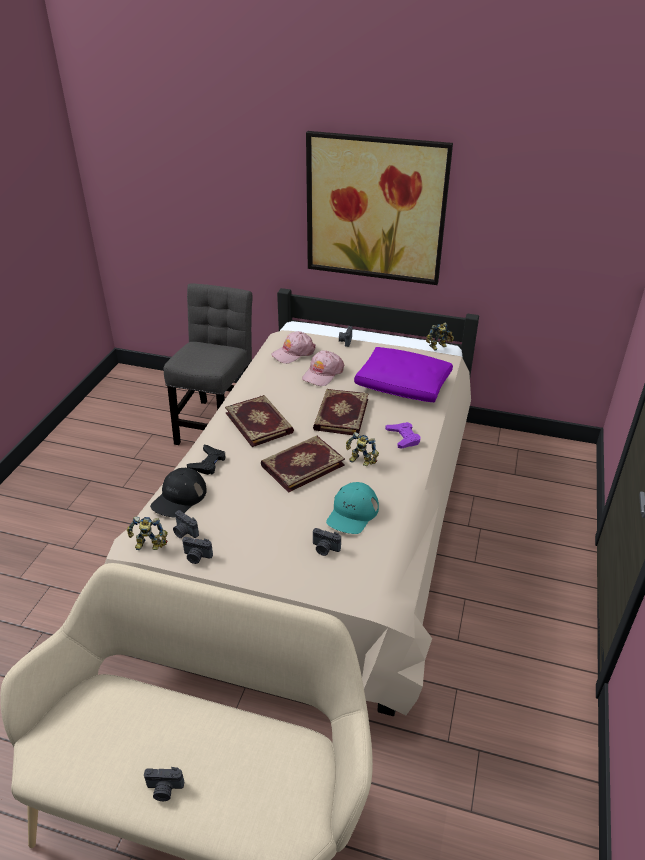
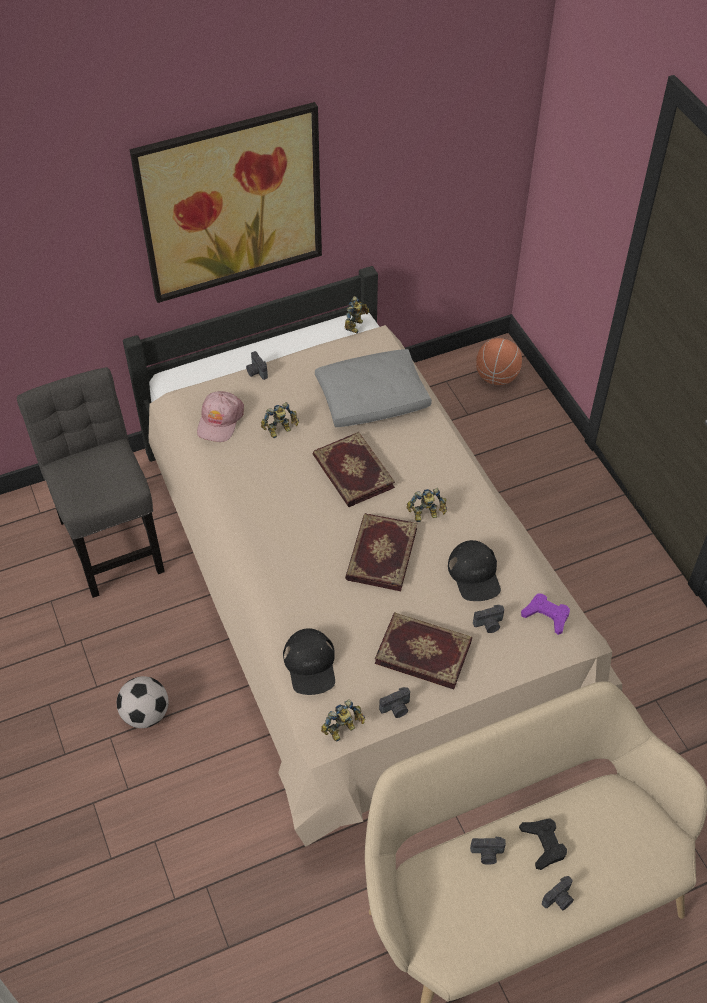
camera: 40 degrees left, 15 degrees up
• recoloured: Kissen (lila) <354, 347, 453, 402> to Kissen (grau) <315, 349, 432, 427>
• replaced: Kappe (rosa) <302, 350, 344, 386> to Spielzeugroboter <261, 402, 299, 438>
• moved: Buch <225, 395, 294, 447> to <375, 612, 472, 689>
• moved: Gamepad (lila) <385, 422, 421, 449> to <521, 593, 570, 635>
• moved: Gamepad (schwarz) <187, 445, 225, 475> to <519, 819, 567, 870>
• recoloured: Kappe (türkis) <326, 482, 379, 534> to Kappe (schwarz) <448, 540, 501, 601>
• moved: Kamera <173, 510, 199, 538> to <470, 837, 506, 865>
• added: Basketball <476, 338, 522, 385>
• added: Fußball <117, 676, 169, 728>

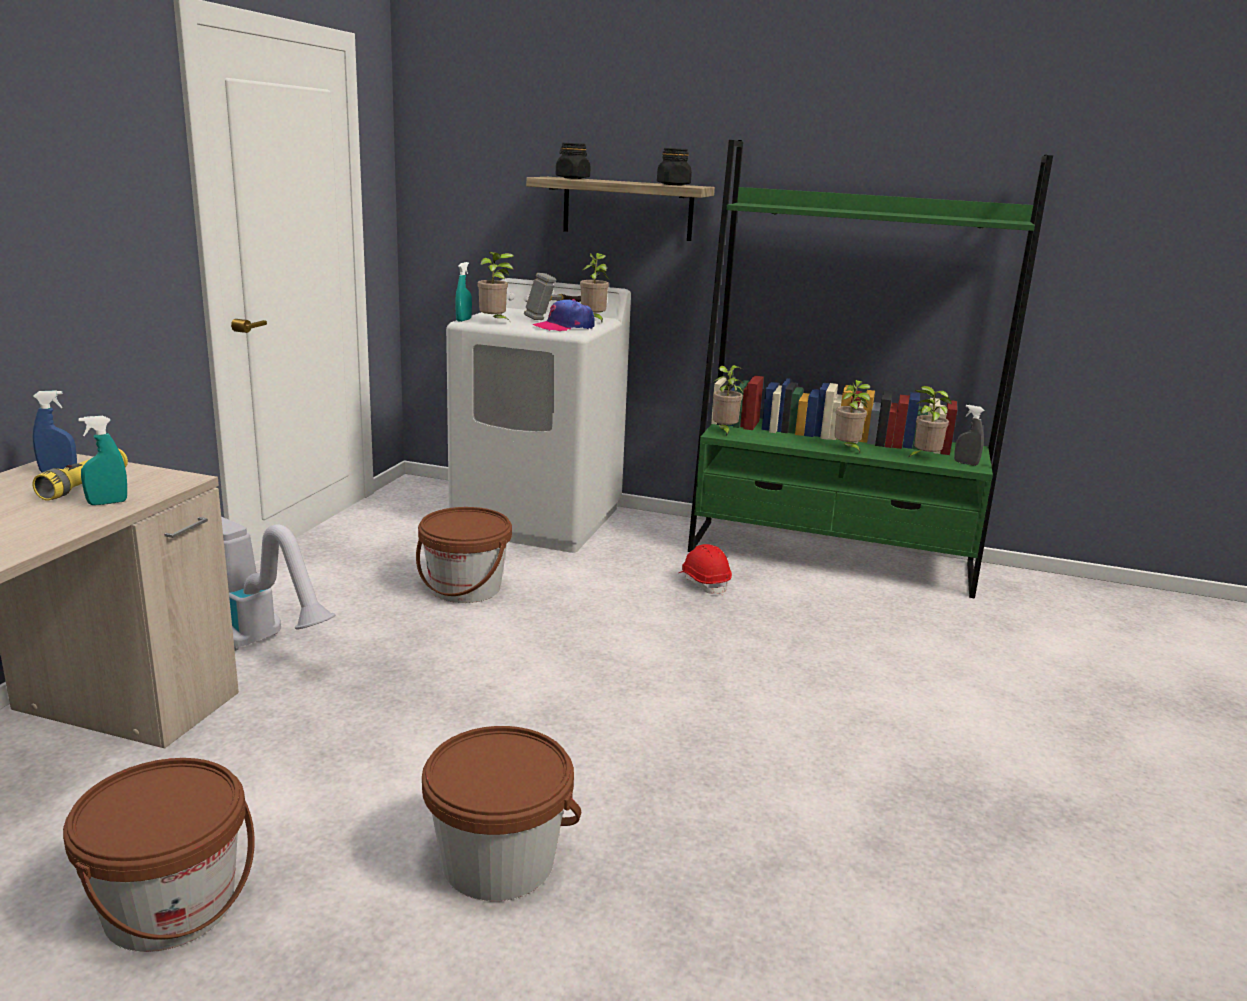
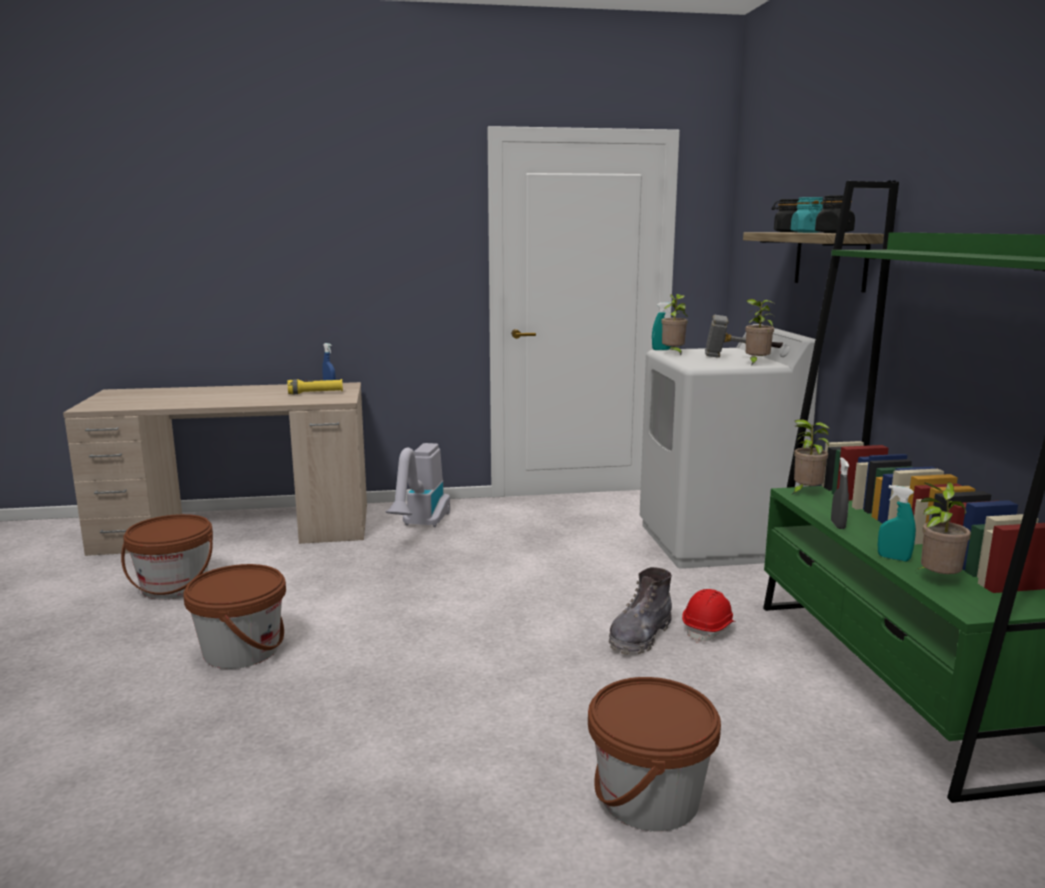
camera: 65 degrees right, 5 degrees down
• removed: Kappe <532, 299, 595, 331>
• removed: Topfpflanze <834, 380, 870, 453>
• moved: Sprühflasche (grau) <954, 405, 984, 466> to <831, 458, 849, 529>
• moved: Sprühflasche (türkis) <78, 416, 127, 505> to <878, 485, 916, 561>
• moved: Eimer (braun) <416, 507, 512, 603> to <588, 677, 721, 832>
• added: Vorratsglas (türkis) <791, 197, 823, 233>
• added: Stiefel (grau) <609, 567, 672, 655>

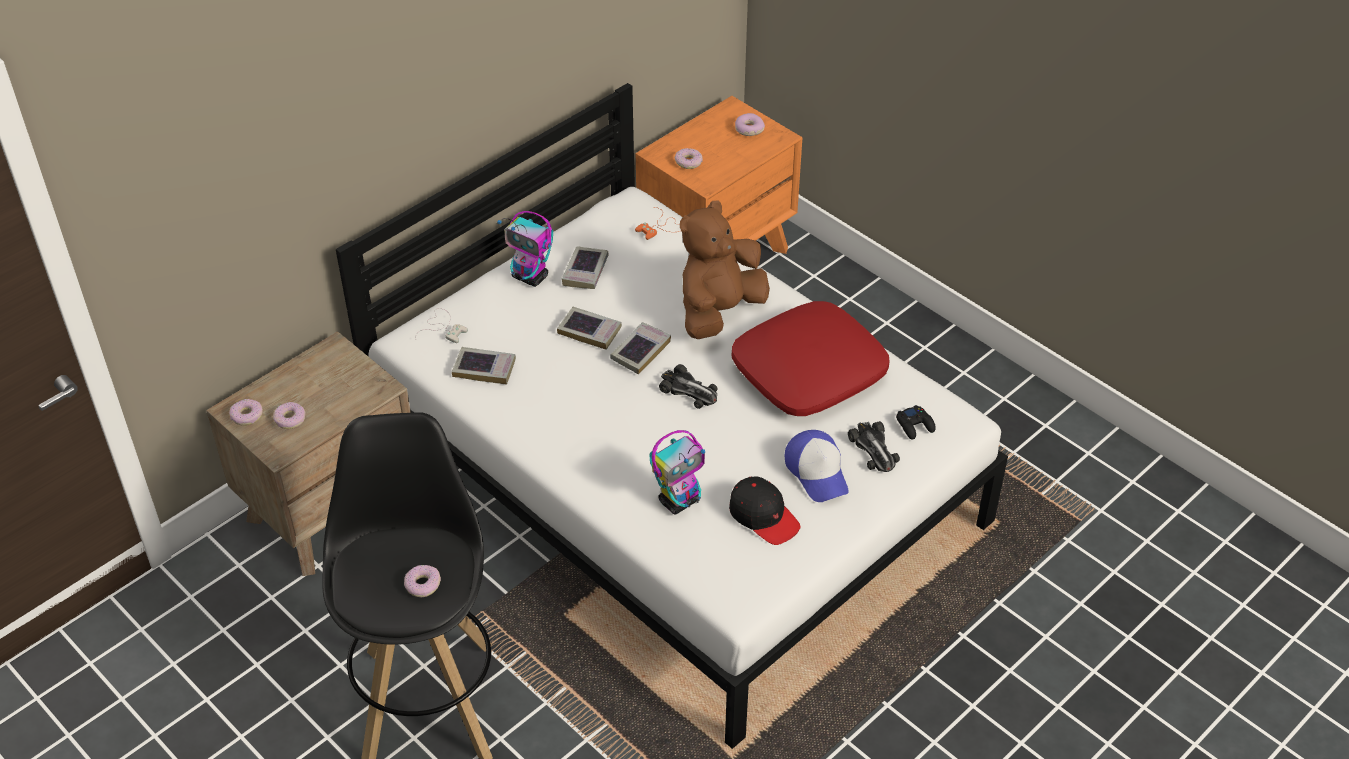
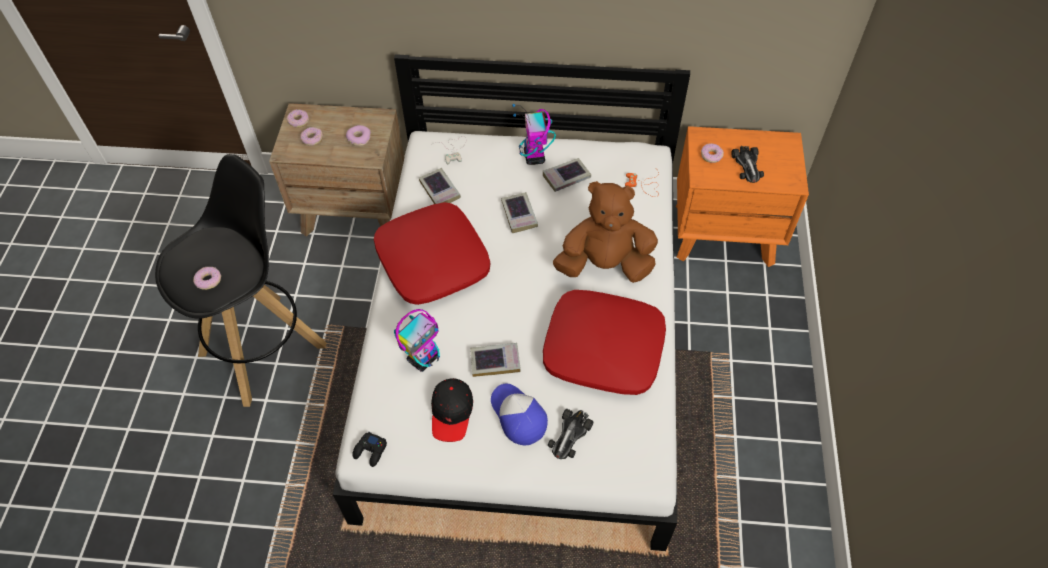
camera: 50 degrees right, 10 degrees up
• moved: Donut <735, 113, 765, 136> to <346, 125, 371, 146>
• moved: Buch <610, 322, 671, 375> to <470, 343, 521, 377>
• moved: Spielzeugauto <659, 364, 718, 409> to <731, 146, 764, 183>
• moved: Gamepad (schwarz) <896, 405, 936, 440> to <352, 432, 387, 467>
• turned: Spielzeugroboter <649, 430, 705, 514> = <394, 309, 440, 372> 60 degrees counterclockwise
• turned: Kappe <785, 430, 849, 502> = <491, 384, 548, 445> 120 degrees clockwise
• added: Kissen (rot) <374, 202, 491, 305>

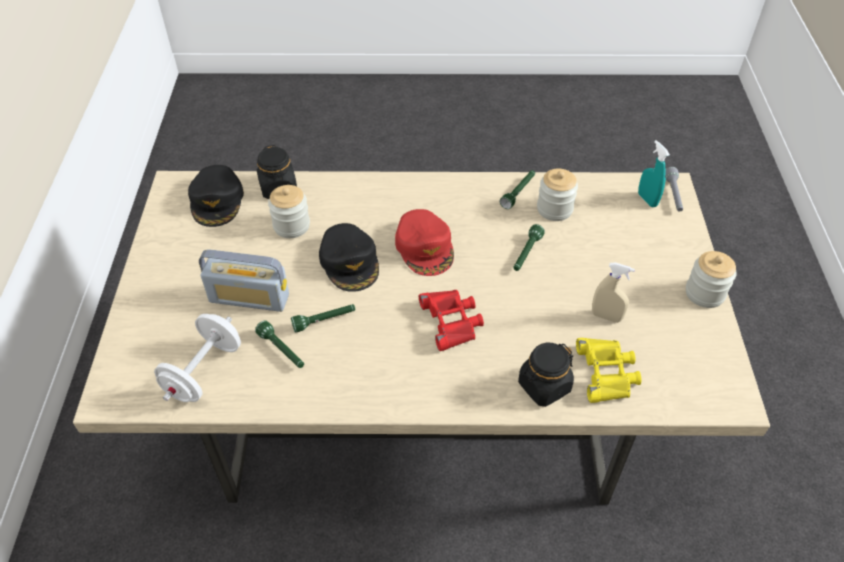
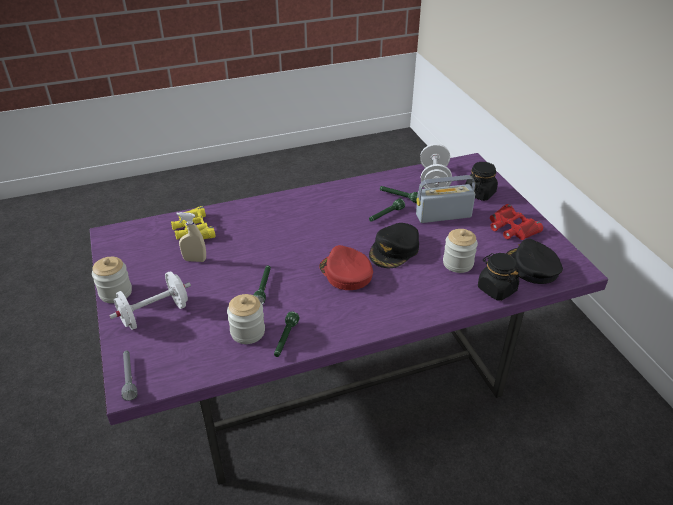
camera: 160 degrees right, 10 degrees down
• removed: Sprühflasche (türkis) <638, 140, 670, 207>
• recoloured: Esstisch (beige) <73, 171, 770, 505> to Esstisch (lila) <90, 153, 608, 485>
• turned: Kappe (schwarz) <319, 223, 379, 292> = <369, 223, 419, 268> 105 degrees counterclockwise
• moved: Fernglas (rot) <419, 290, 484, 351> to <490, 204, 543, 240>
• moved: Vorratsglas (schwarz) <518, 343, 574, 407> to <466, 162, 498, 201>
• added: Hantel (weiß) <109, 271, 191, 330>

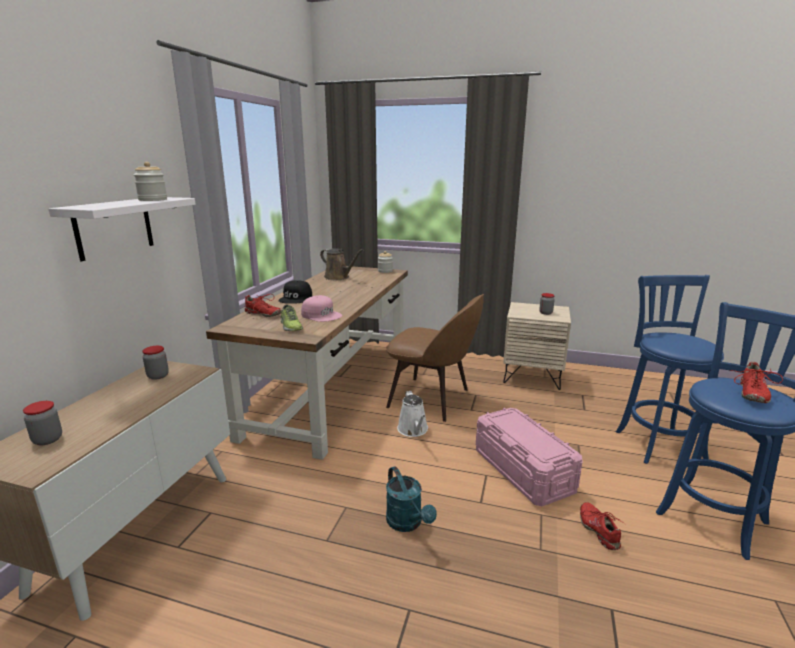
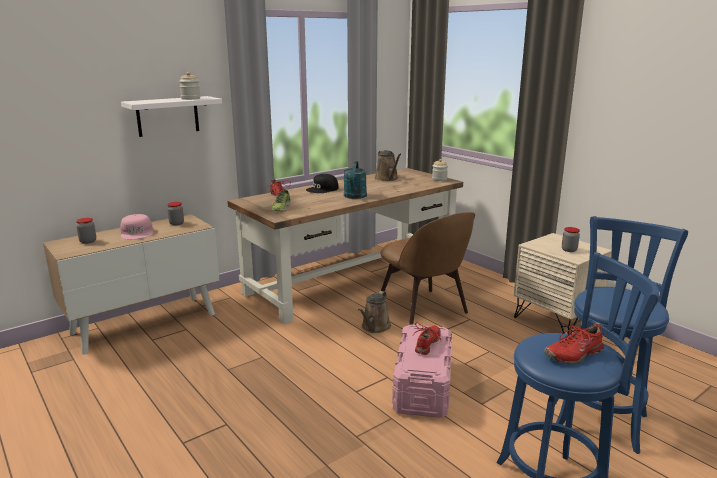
camera: 35 degrees right, 0 degrees up
• moved: Kappe (rosa) <301, 295, 342, 322> to <120, 214, 153, 239>
• recoloured: Gießkanne (weiß) <397, 391, 428, 437> to Gießkanne (braun) <358, 291, 391, 333>
• moved: Gießkanne (türkis) <386, 467, 437, 532> to <343, 162, 367, 199>
• moved: Schuh (rot) <580, 502, 626, 550> to <414, 322, 442, 355>

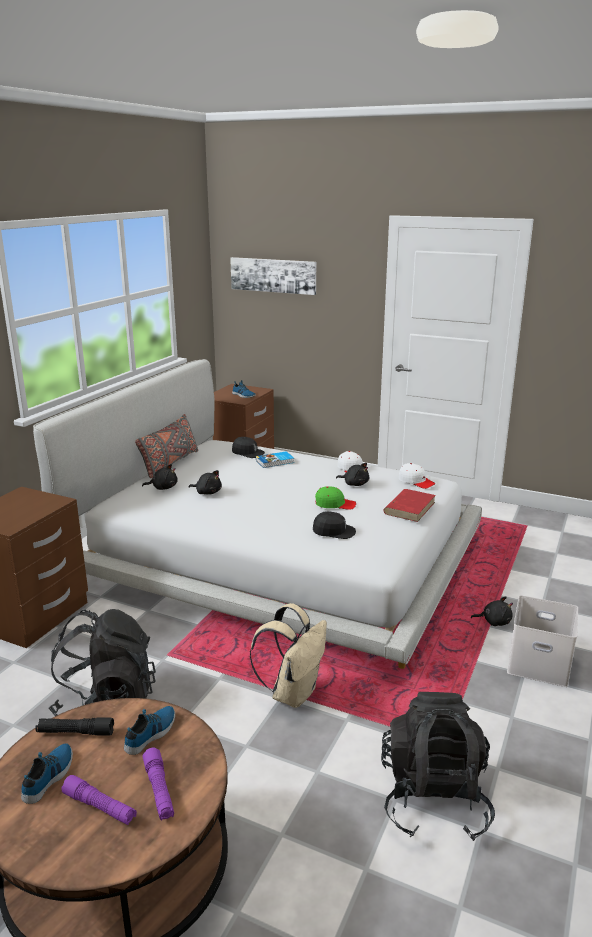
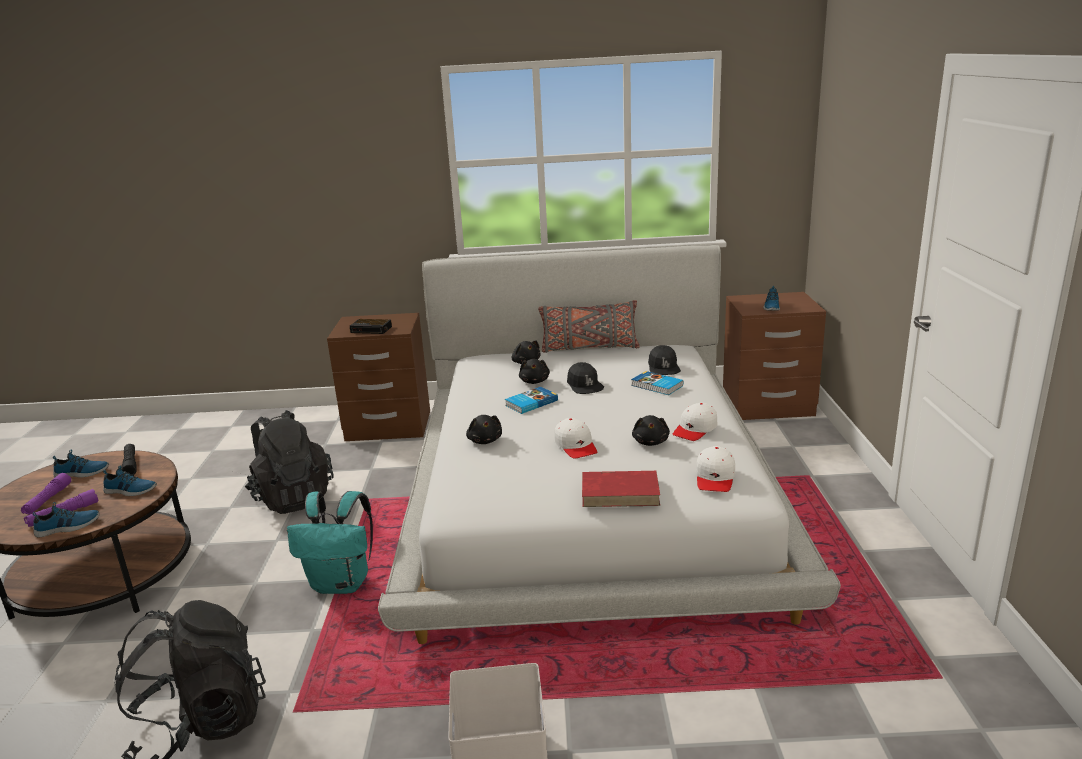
camera: 65 degrees right, 0 degrees up
• removed: Bild <230, 257, 316, 295>
• recoloured: Kappe (grün) <315, 486, 356, 510> to Kappe (weiß) <554, 418, 597, 459>
• moved: Kappe (schwarz) <313, 511, 356, 539> to <567, 362, 604, 394>
• moved: Plüschtier (schwarz) <471, 596, 513, 626> to <466, 415, 502, 444>
• recoloured: Rucksack (beige) <250, 603, 327, 708> to Rucksack (türkis) <287, 491, 373, 594>
• added: Wecker <350, 319, 392, 334>
• added: Buch <505, 387, 558, 414>
• added: Schuh <33, 502, 100, 538>

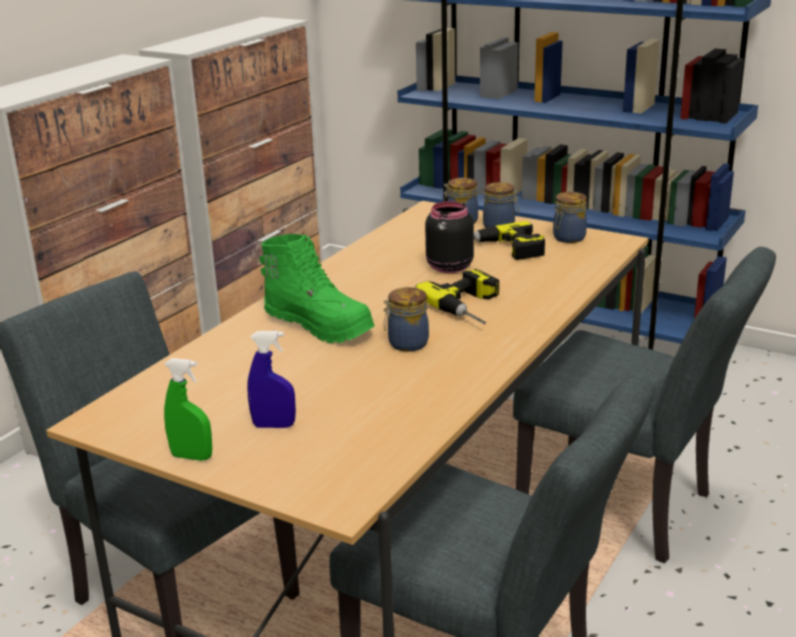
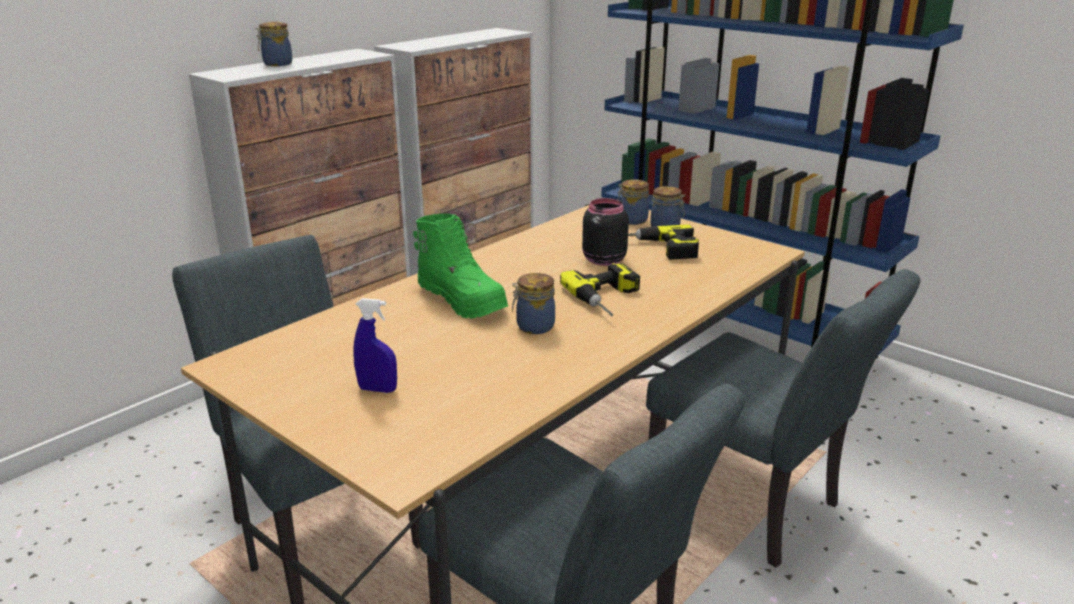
camera: 10 degrees right, 0 degrees up
• moved: Vorratsglas <553, 192, 587, 243> to <256, 22, 292, 66>
• removed: Sprühflasche (grün) <164, 358, 212, 461>

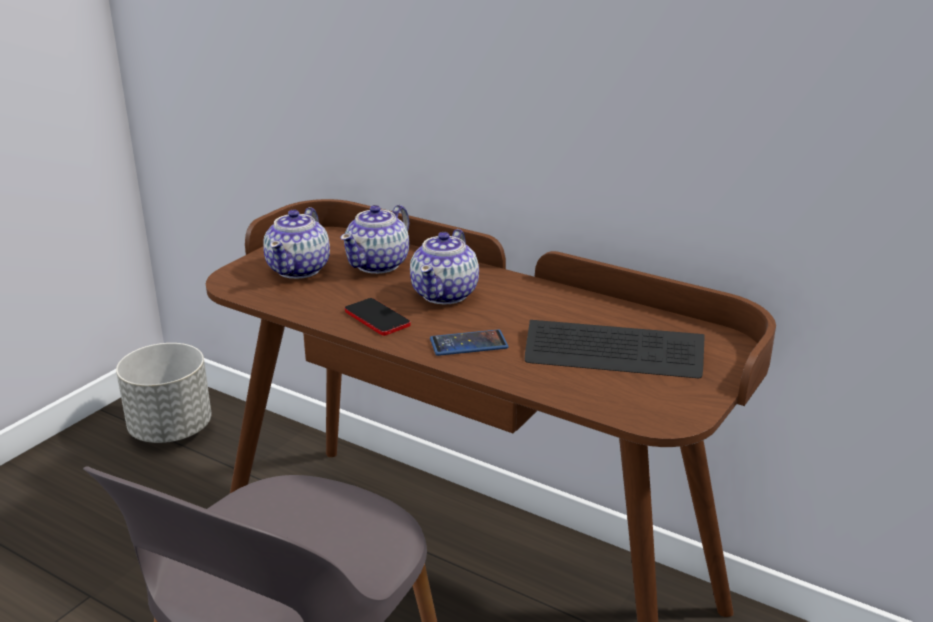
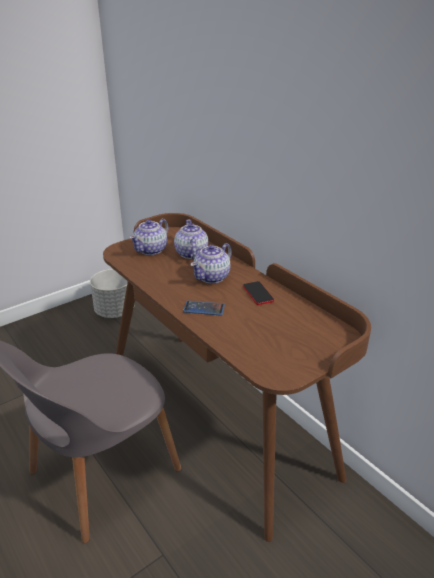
camera: 20 degrees right, 5 degrees up
• turned: Teekanne <340, 205, 409, 274> = <174, 219, 209, 259> 120 degrees clockwise
• moved: Handy <345, 298, 411, 336> to <243, 281, 274, 305>
• removed: Tastatur <525, 320, 705, 378>

